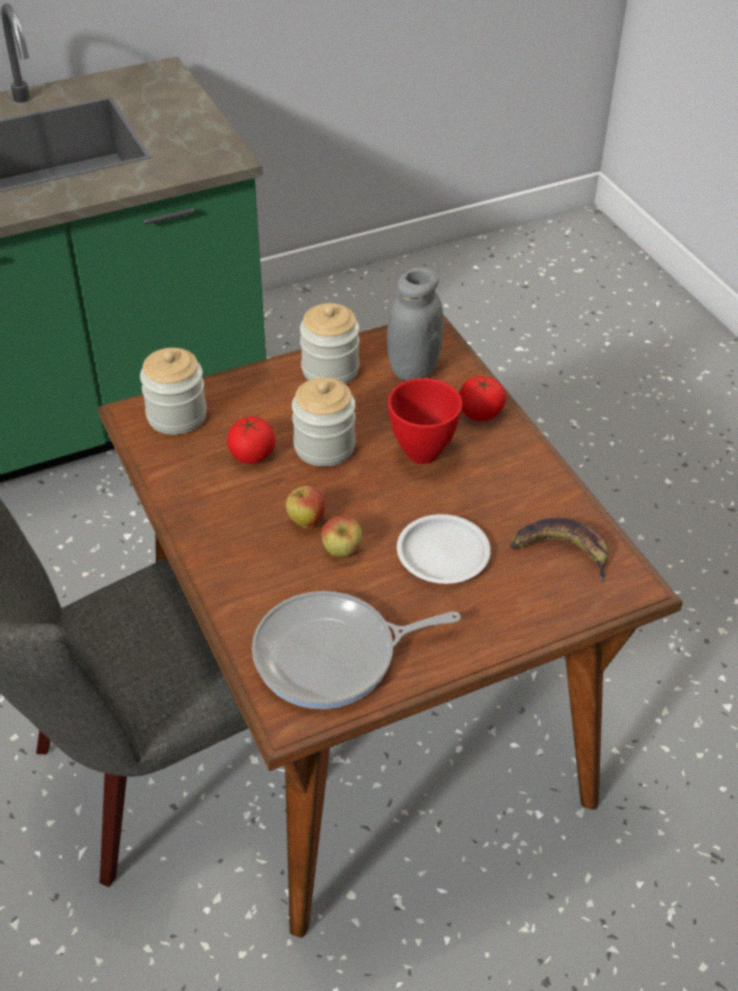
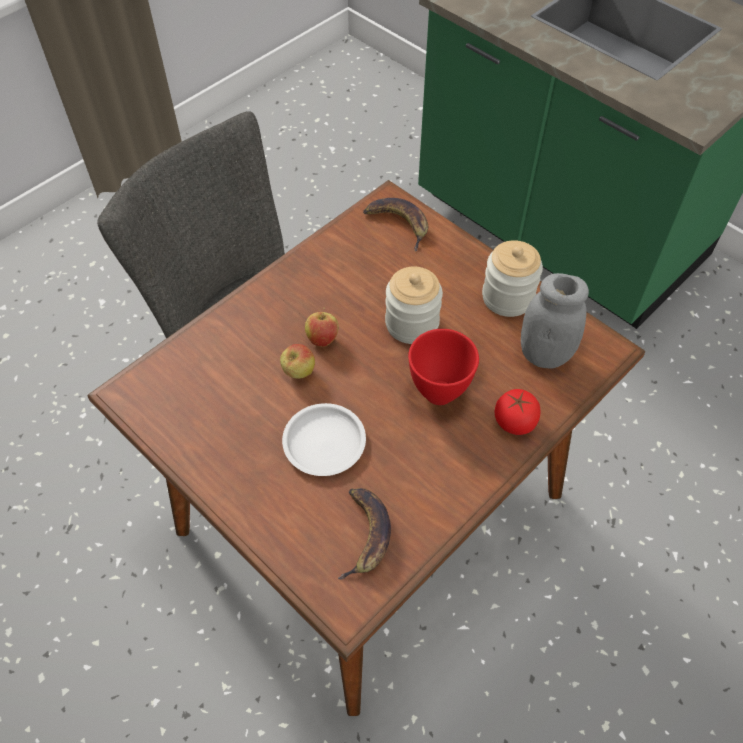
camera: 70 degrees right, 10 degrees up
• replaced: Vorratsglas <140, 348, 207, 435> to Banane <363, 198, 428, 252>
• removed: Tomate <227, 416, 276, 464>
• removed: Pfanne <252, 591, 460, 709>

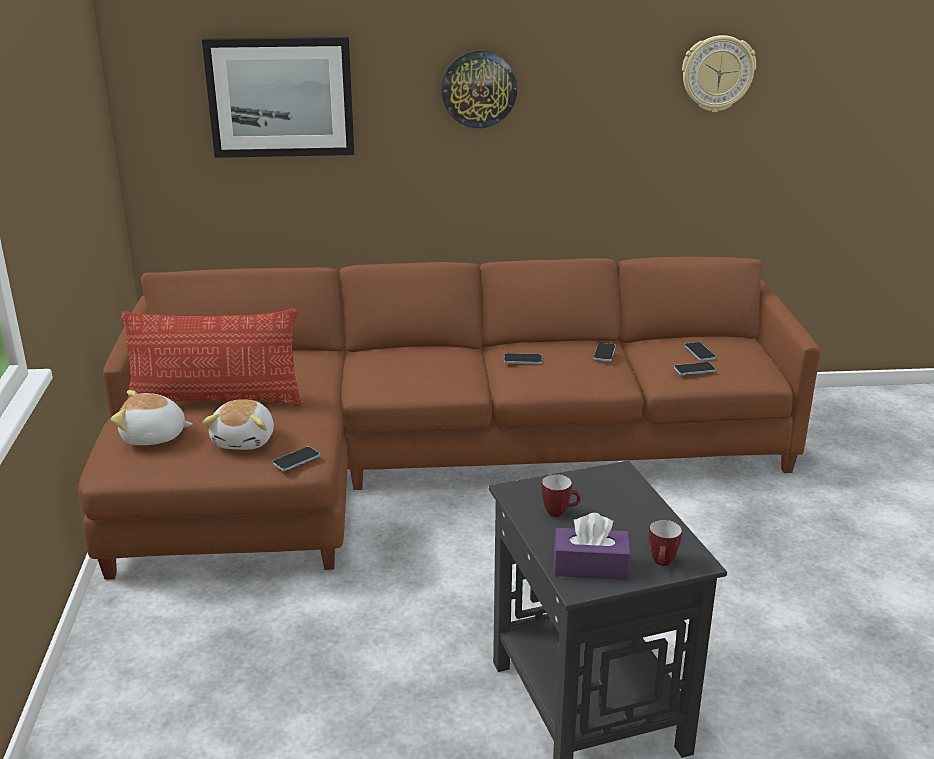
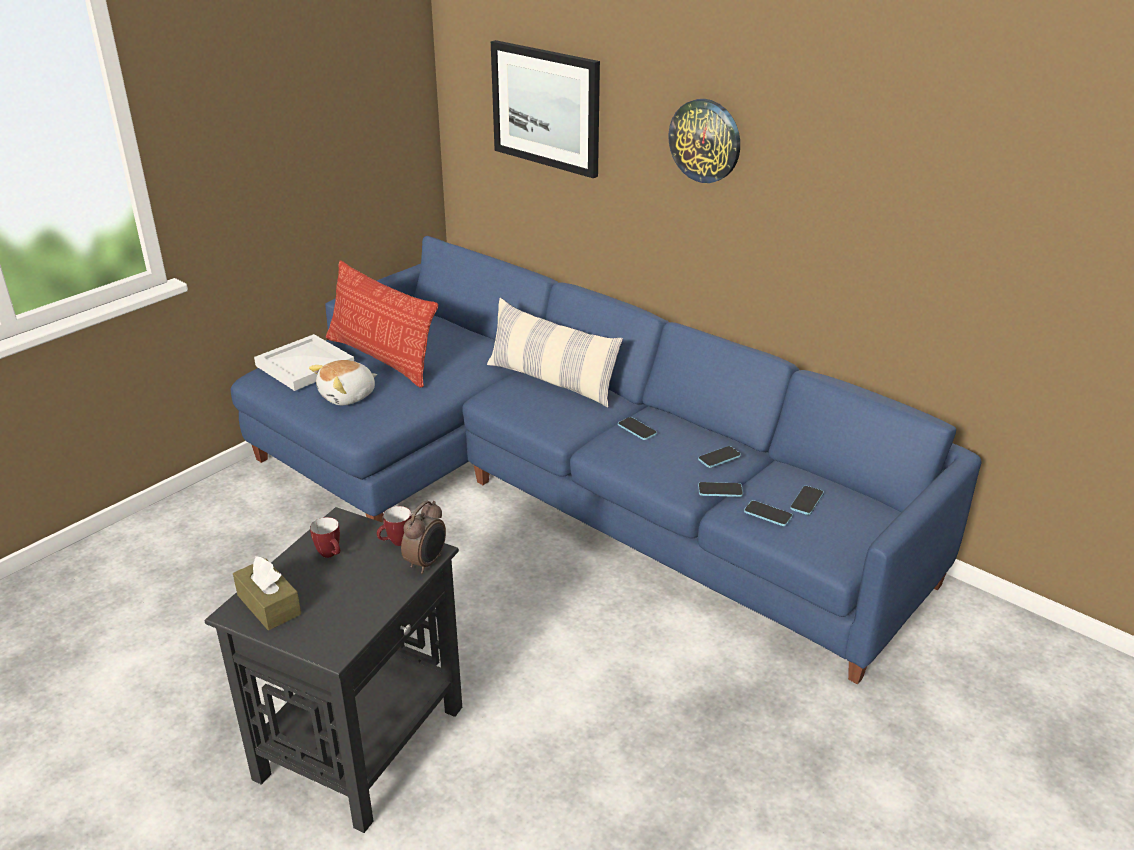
camera: 45 degrees right, 5 degrees up
• removed: Wanduhr <682, 35, 756, 112>
• recoloured: Sofa (braun) <78, 257, 821, 580> to Sofa (blau) <230, 236, 982, 684>
• replaced: Plüschtier <111, 390, 193, 445> to Tablett (weiß) <254, 334, 354, 391>
• moved: Handy <273, 446, 320, 471> to <698, 482, 743, 497>
• recoloured: Taschentuchbox (lila) <554, 513, 630, 580> to Taschentuchbox (braun) <233, 556, 301, 630>
• moved: Henkelbecher <649, 520, 682, 566> to <377, 506, 412, 546>
• added: Kissen <487, 298, 623, 407>
• added: Wecker <401, 500, 446, 574>

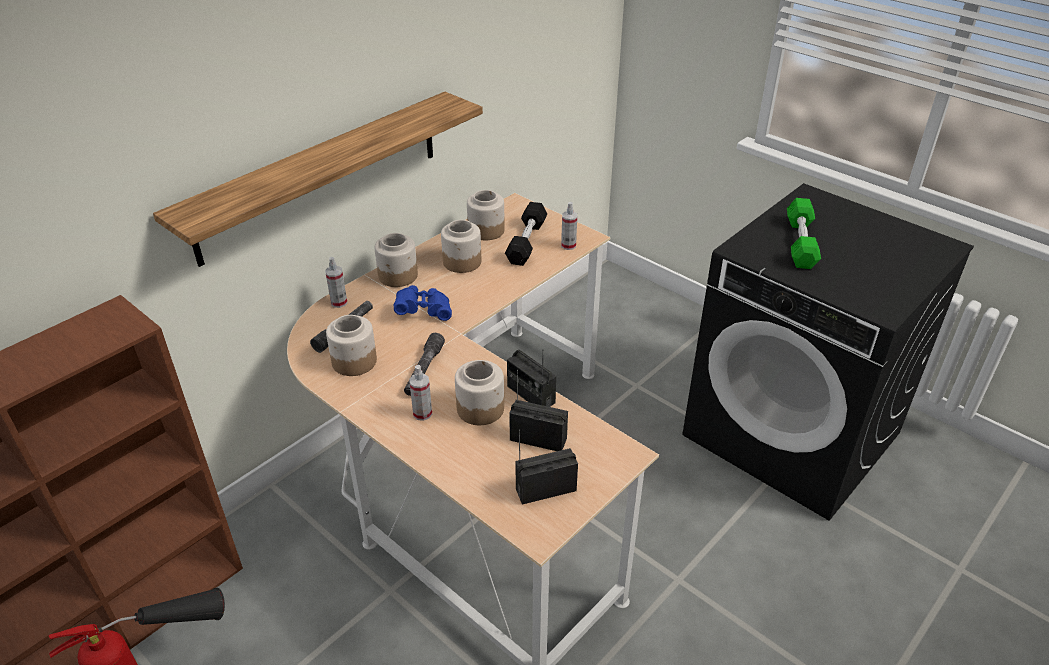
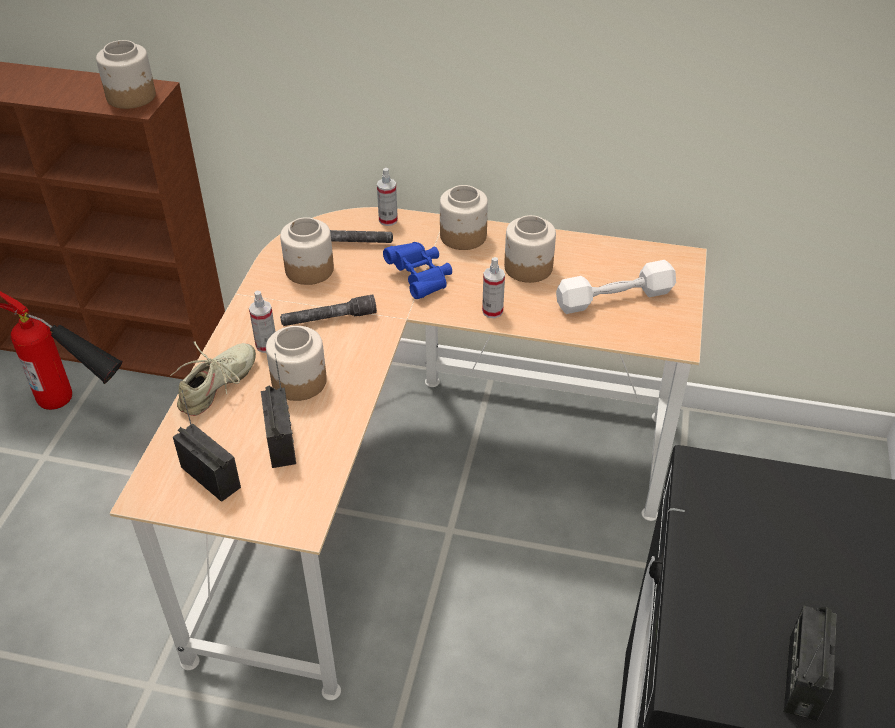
camera: 60 degrees right, 5 degrees up
• removed: Wandregal <153, 92, 483, 267>
• moved: Vorratsglas <467, 190, 505, 240> to <96, 40, 156, 109>
• removed: Hantel (grün) <787, 198, 821, 269>
• recoloured: Hantel (schwarz) <505, 202, 547, 266> to Hantel (weiß) <556, 260, 676, 314>
• moved: Sprühflasche <561, 202, 577, 250> to <482, 257, 505, 318>
• moved: Radio <507, 350, 556, 407> to <783, 606, 837, 721>
• added: Schuh (beige) <170, 341, 256, 416>

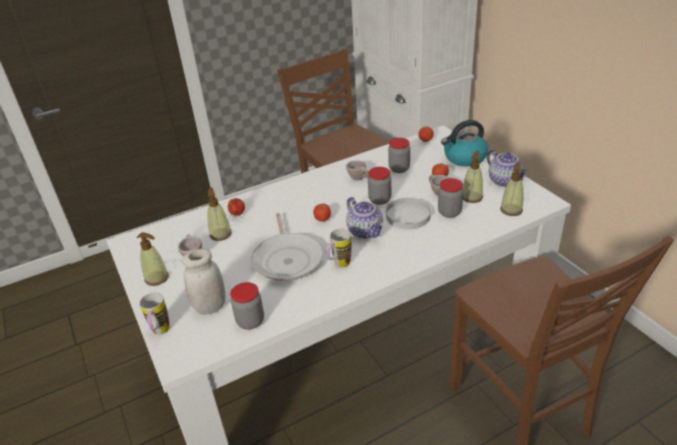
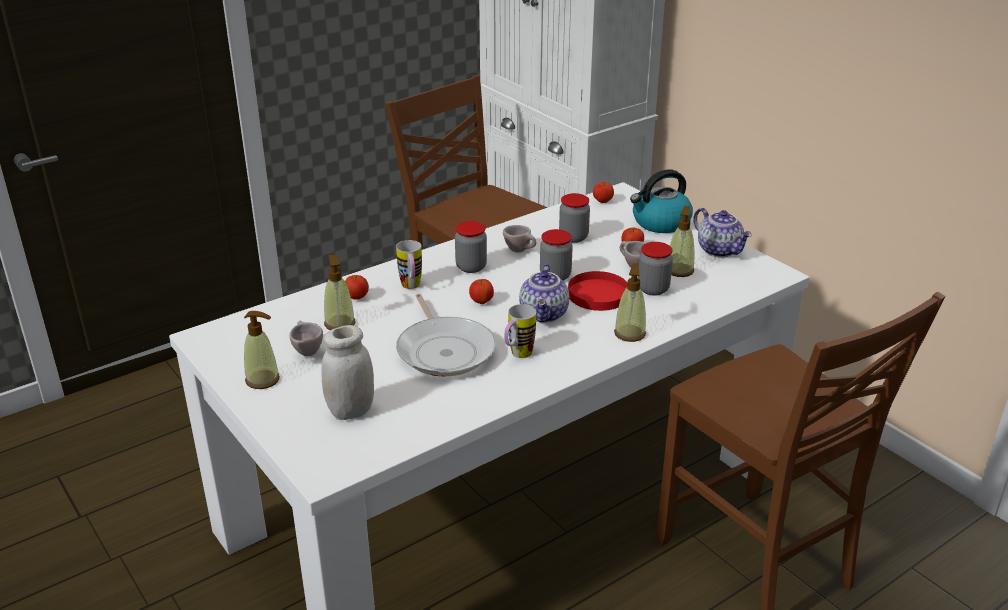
camera: 10 degrees left, 5 degrees down
• moved: Seifenspender <500, 162, 523, 216> to <614, 263, 646, 342>
• turned: Teekanne <346, 197, 383, 239> = <519, 264, 569, 323> 45 degrees clockwise
• recoloured: Teller (weiß) <386, 198, 431, 229> to Teller (rot) <568, 271, 628, 311>
• moved: Vorratsglas <230, 282, 264, 330> to <455, 221, 487, 273>
• moved: Henkelbecher <140, 292, 169, 335> to <396, 240, 422, 289>

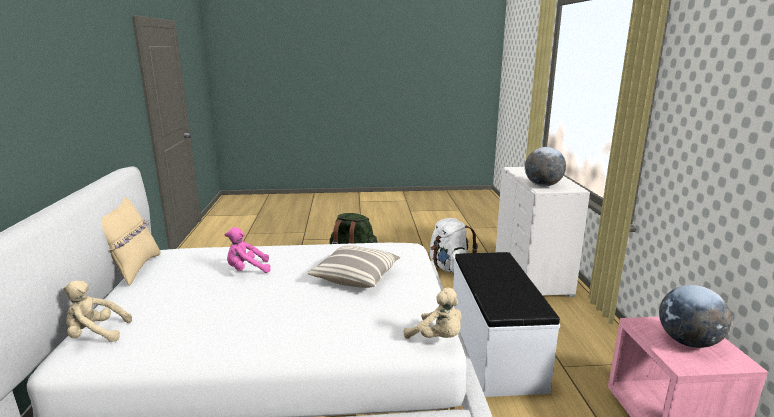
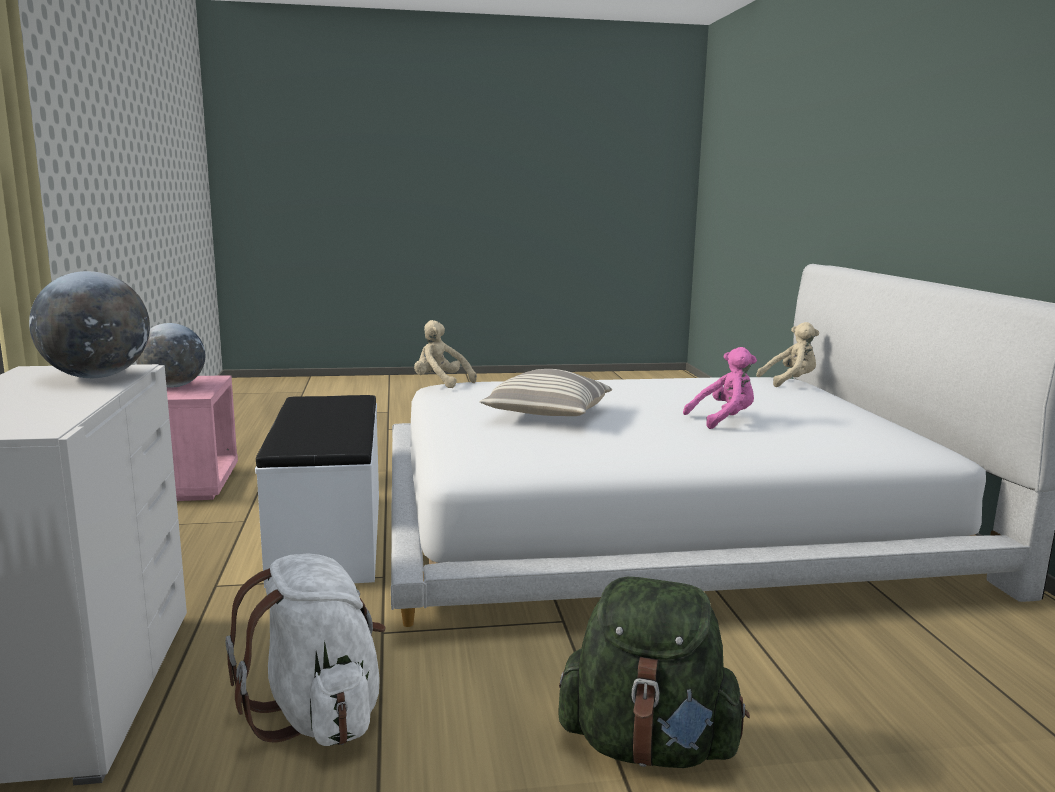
camera: 175 degrees right, 5 degrees down
• removed: Kissen (beige) <101, 198, 161, 286>

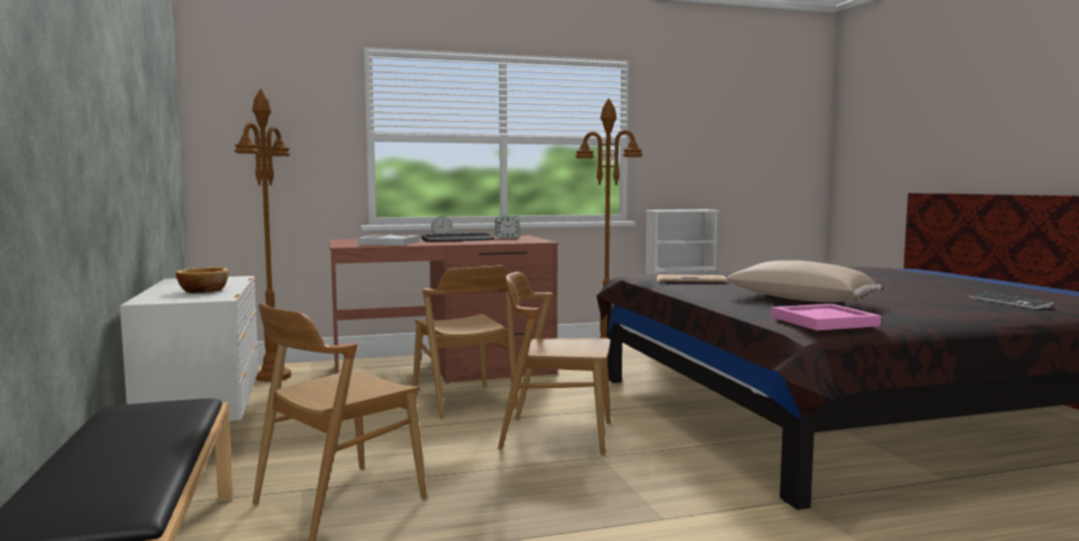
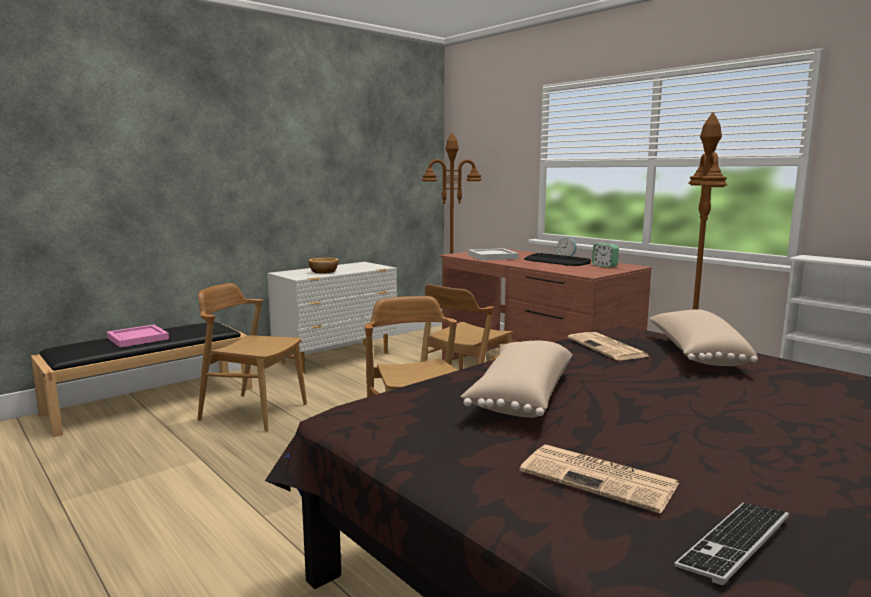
camera: 65 degrees right, 5 degrees up
• moved: Tablett (rosa) <771, 304, 881, 330> to <107, 324, 169, 348>
• added: Kissen (beige) <649, 309, 758, 366>
• added: Zeitung <520, 445, 679, 514>

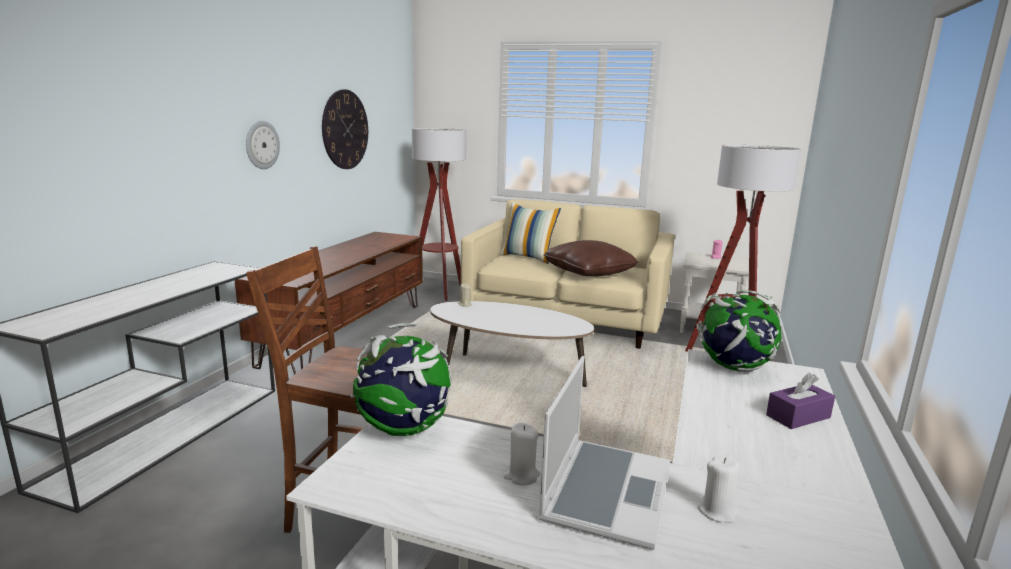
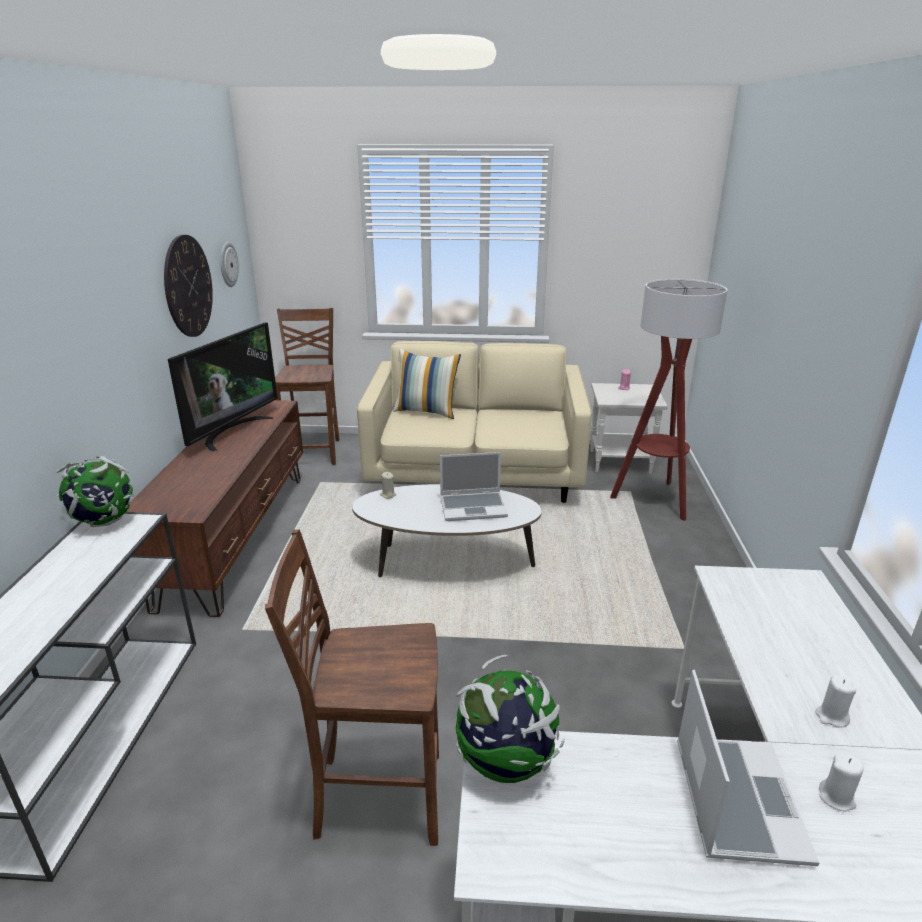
camera: 15 degrees left, 10 degrees up
• moved: Wanduhr <246, 121, 280, 169> to <220, 242, 239, 287>
• replaced: Stehlampe <412, 128, 466, 301> to Stuhl (braun) <275, 308, 339, 465>
• removed: Kissen (braun) <544, 240, 638, 277>
• moved: Globus <696, 290, 783, 372> to <56, 456, 134, 527>
• removed: Taschentuchbox (lila) <766, 373, 835, 429>
• moved: Kerze (weiß) <503, 423, 540, 485> to <815, 675, 856, 728>
• added: Fernseher <168, 322, 278, 452>
• added: Laptop <440, 452, 508, 521>

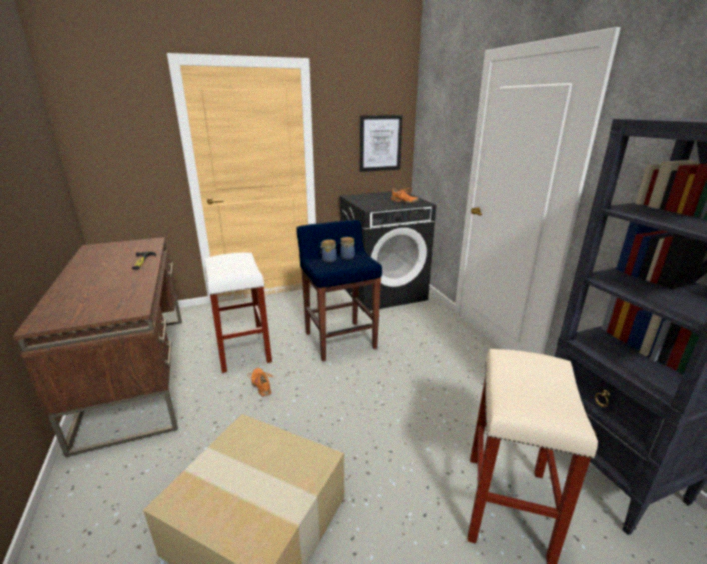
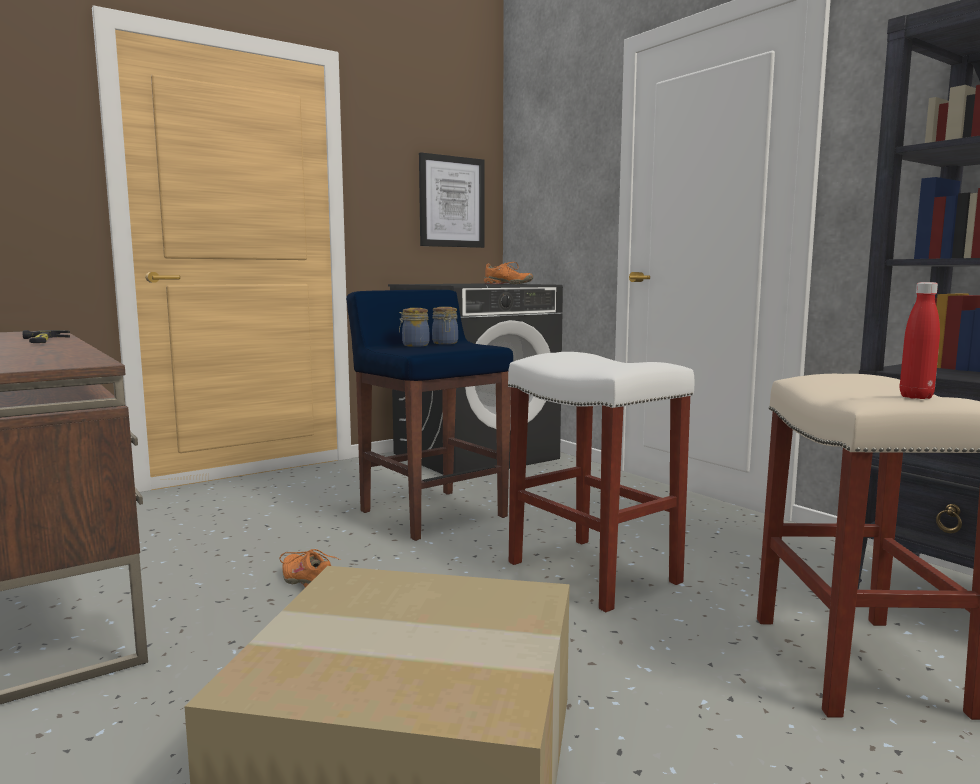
camera: 15 degrees left, 15 degrees down
• moved: Hocker (weiß) <204, 253, 272, 373> to <508, 352, 695, 612>
• added: Flasche (rot) <900, 282, 940, 399>

